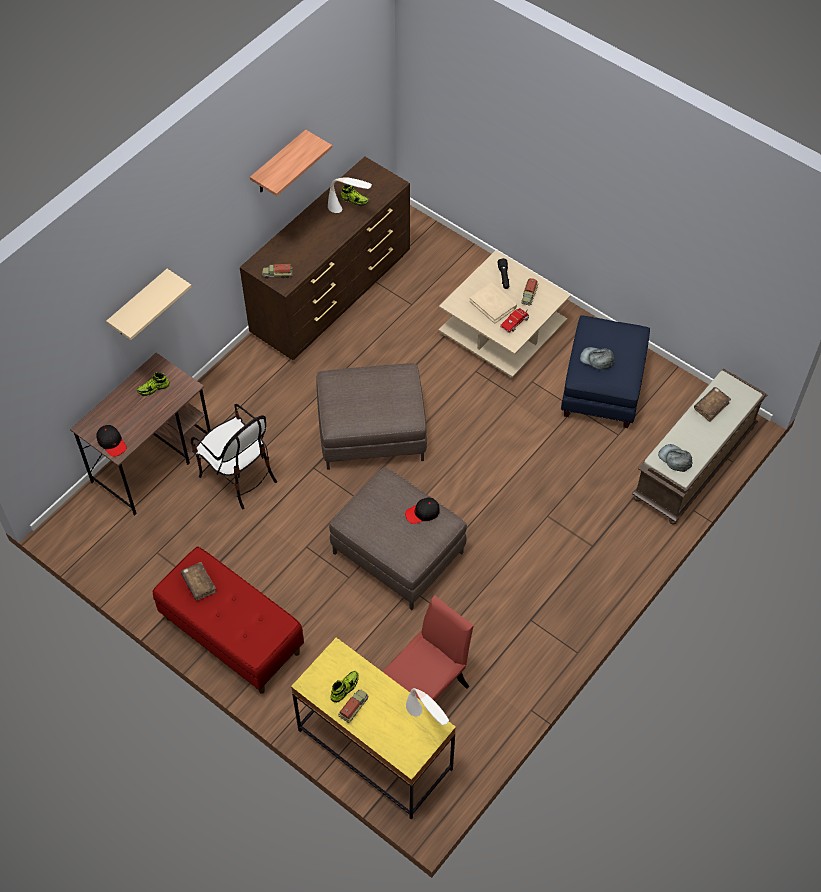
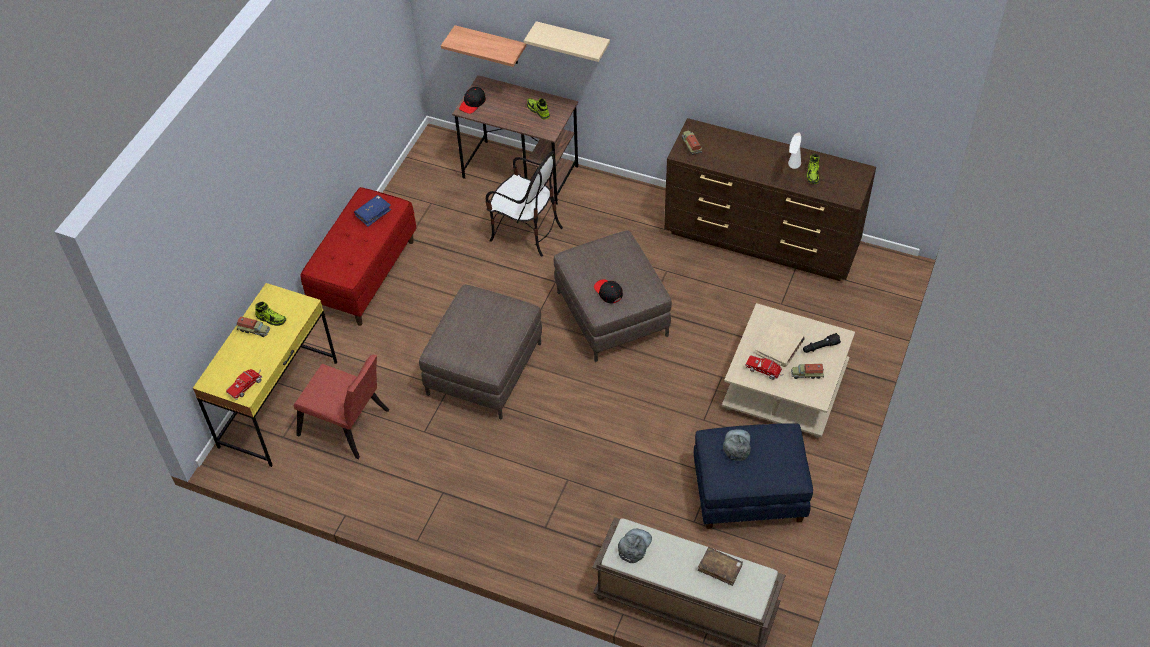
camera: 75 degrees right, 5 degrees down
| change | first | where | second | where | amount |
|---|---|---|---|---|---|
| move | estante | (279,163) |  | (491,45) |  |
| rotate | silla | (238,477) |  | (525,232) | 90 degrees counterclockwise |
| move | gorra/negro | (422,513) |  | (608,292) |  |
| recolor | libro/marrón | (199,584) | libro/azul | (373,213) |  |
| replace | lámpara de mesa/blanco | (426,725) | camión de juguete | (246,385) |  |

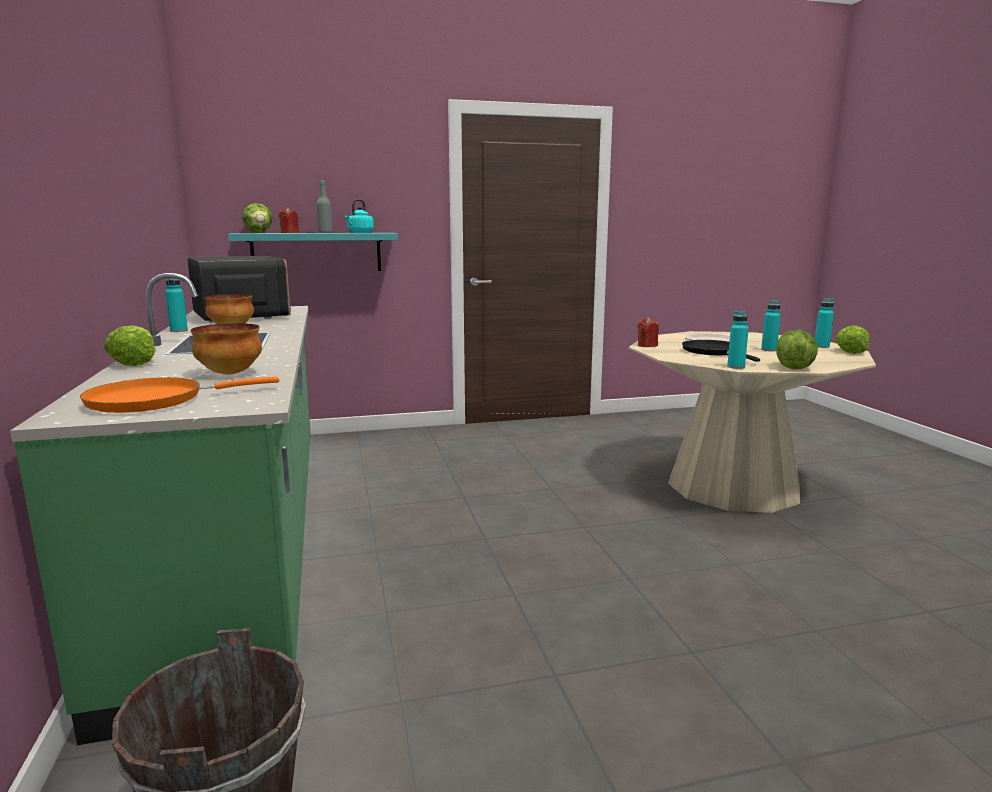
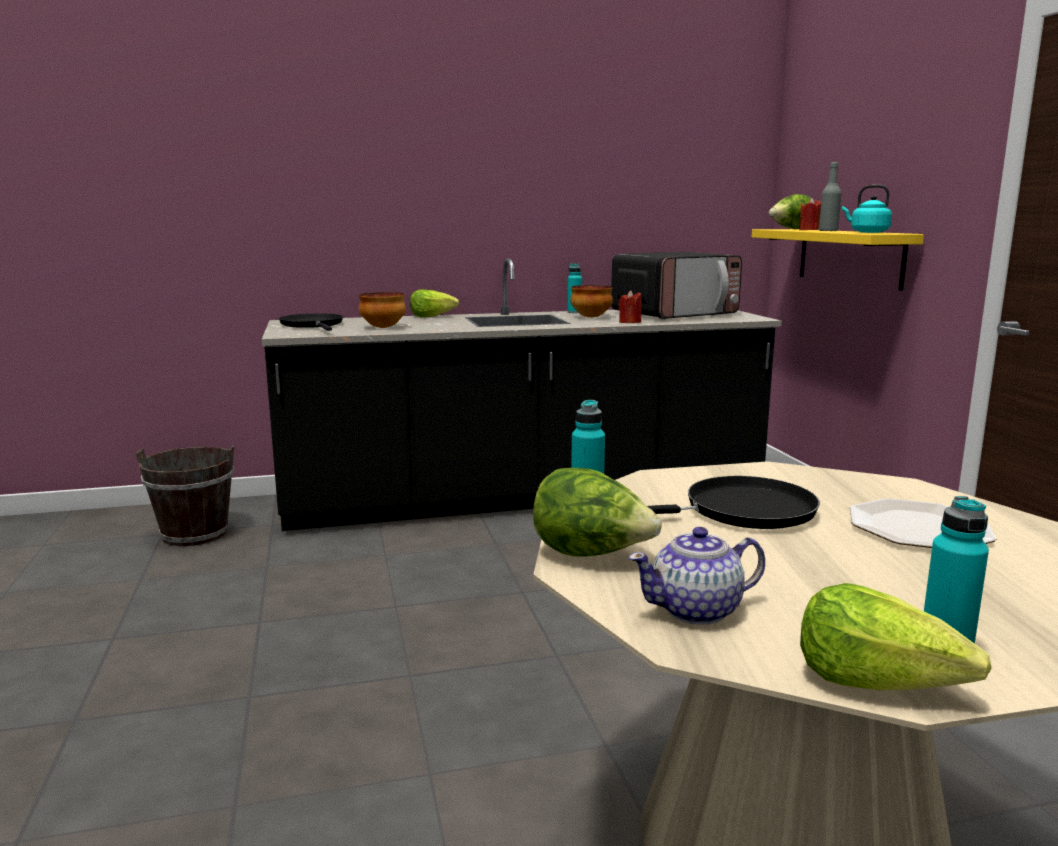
camera: 90 degrees right, 0 degrees up
| change | first | where | second | where | amount |
|---|---|---|---|---|---|
| recolor | estante/turquesa | (316,252) | estante/amarillo | (849,257) |  |
| recolor | mueble bajo de cocina/verde | (244,538) | mueble bajo de cocina/negro | (525,496) |  |
| delete | botella/turquesa | (769,350) |  |  |  |
| move | vela/rojo | (647,345) |  | (629,322) |  |
| recolor | sartén/naranja | (154,400) | sartén/negro | (313,325) |  |
| insert |  |  | tetera | (697,610) |  |

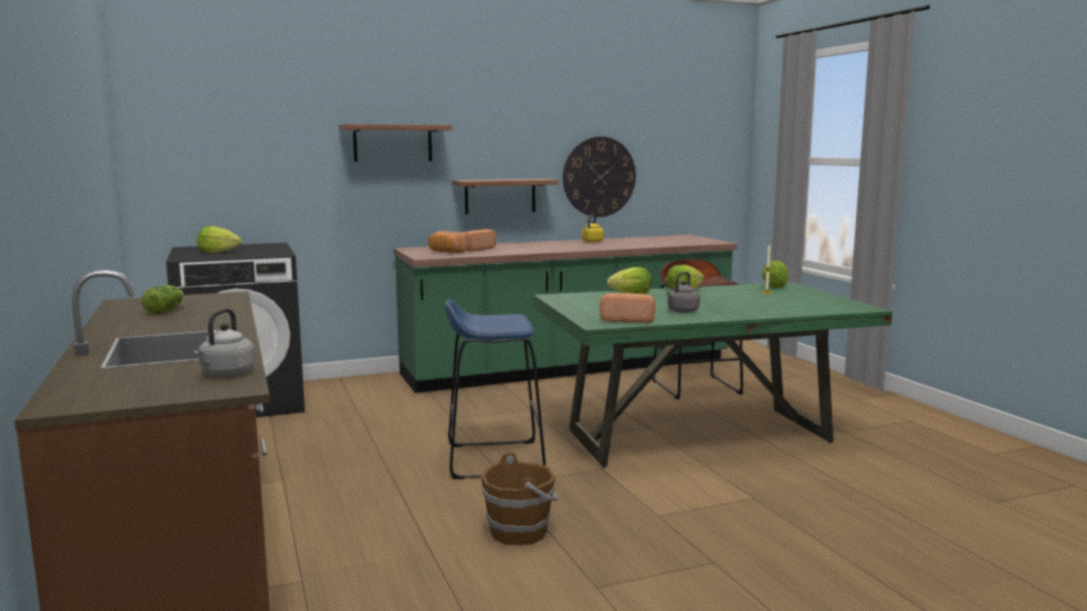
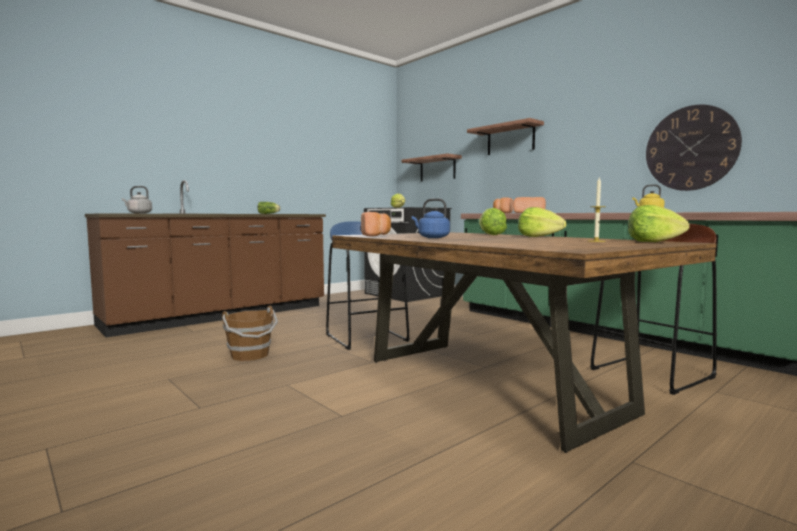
camera: 70 degrees right, 5 degrees down
| change | first | where | second | where | amount |
|---|---|---|---|---|---|
| move | estante | (500,196) |  | (437,169) |  |
| recolor | hervidor/gris | (682,311) | hervidor/azul | (432,237) |  |
| recolor | mesa de comedor/verde | (699,436) | mesa de comedor/marrón | (490,385) |  |

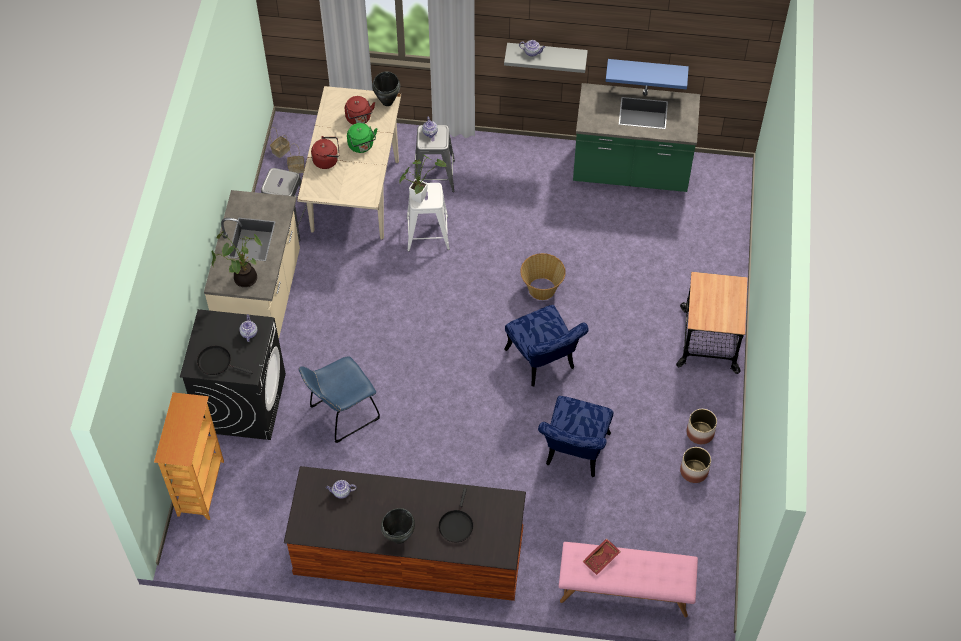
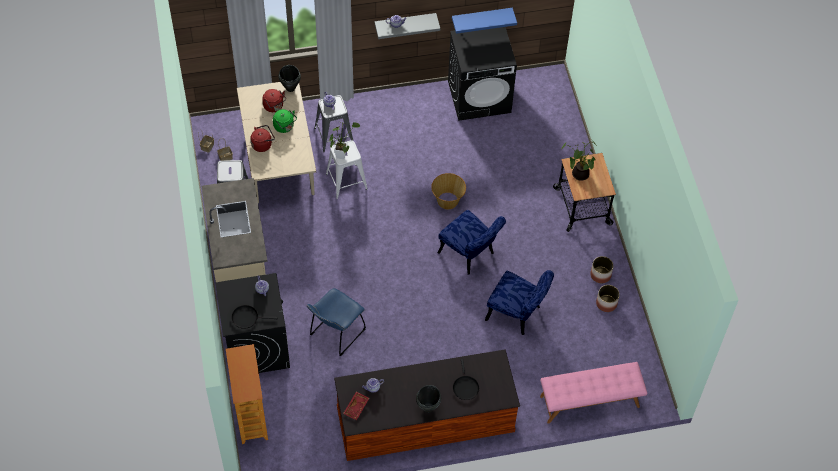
camera: 20 degrees left, 0 degrees up
| change | first | where | second | where | amount |
|---|---|---|---|---|---|
| replace | mueble bajo de cocina/verde | (630,172) | lavadora/negro | (479,96) |  |
| move | planta en maceta | (243,278) |  | (578,174) |  |
| rotate | silla/azul | (574,454) |  | (517,315) | 60 degrees counterclockwise |
| move | bandeja/rojo | (601,559) |  | (356,407) |  |

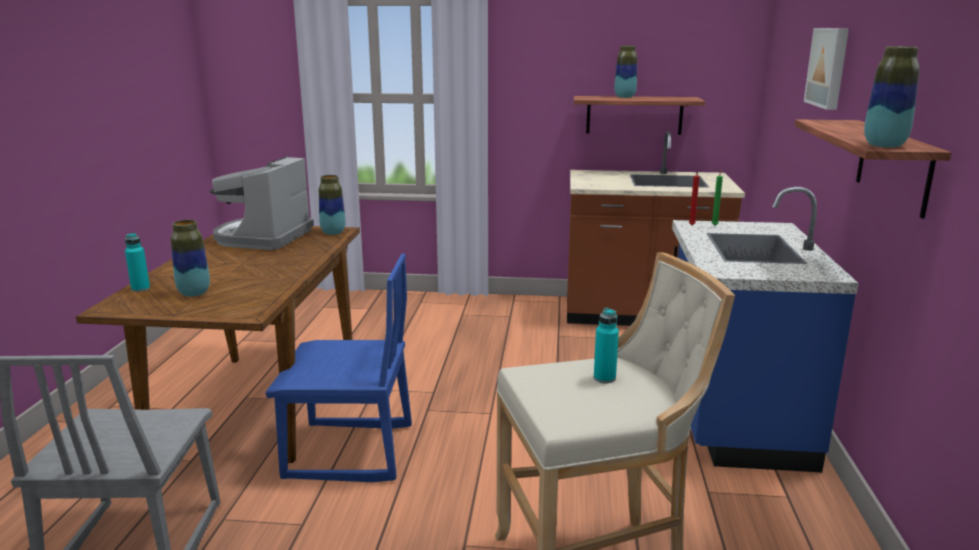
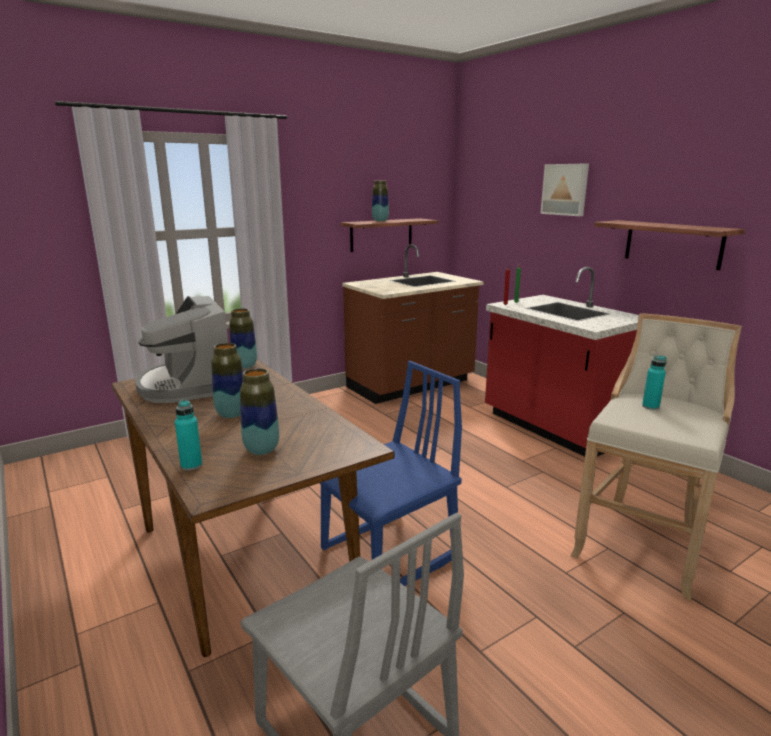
camera: 40 degrees left, 0 degrees up
| change | first | where | second | where | amount |
|---|---|---|---|---|---|
| move | florero | (884,146) |  | (231,414) |  |
| recolor | mueble bajo de cocina/azul | (732,417) | mueble bajo de cocina/rojo | (553,428) |  |

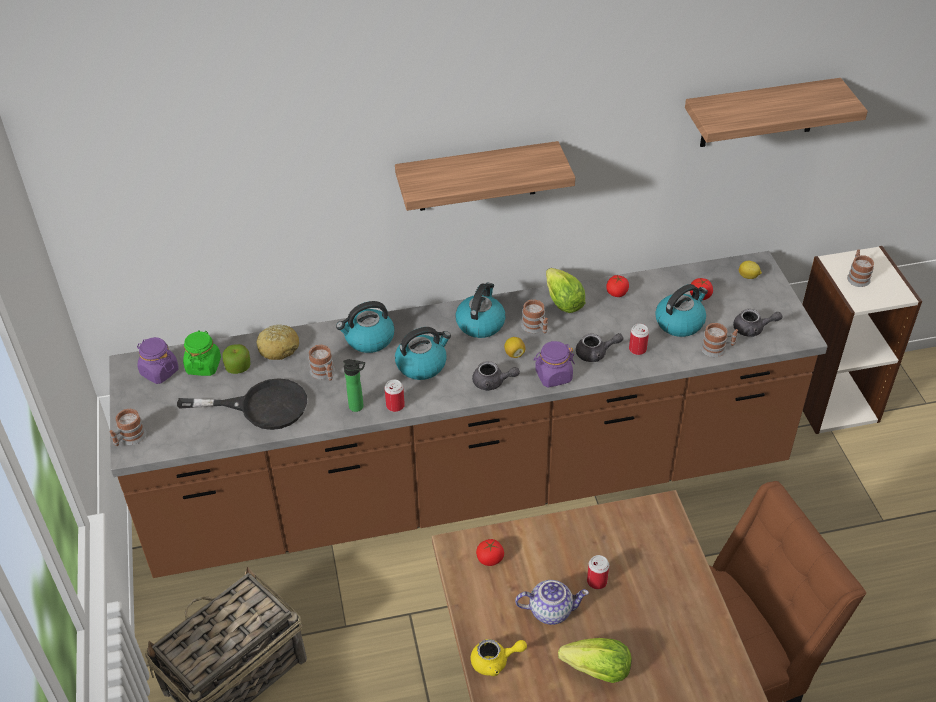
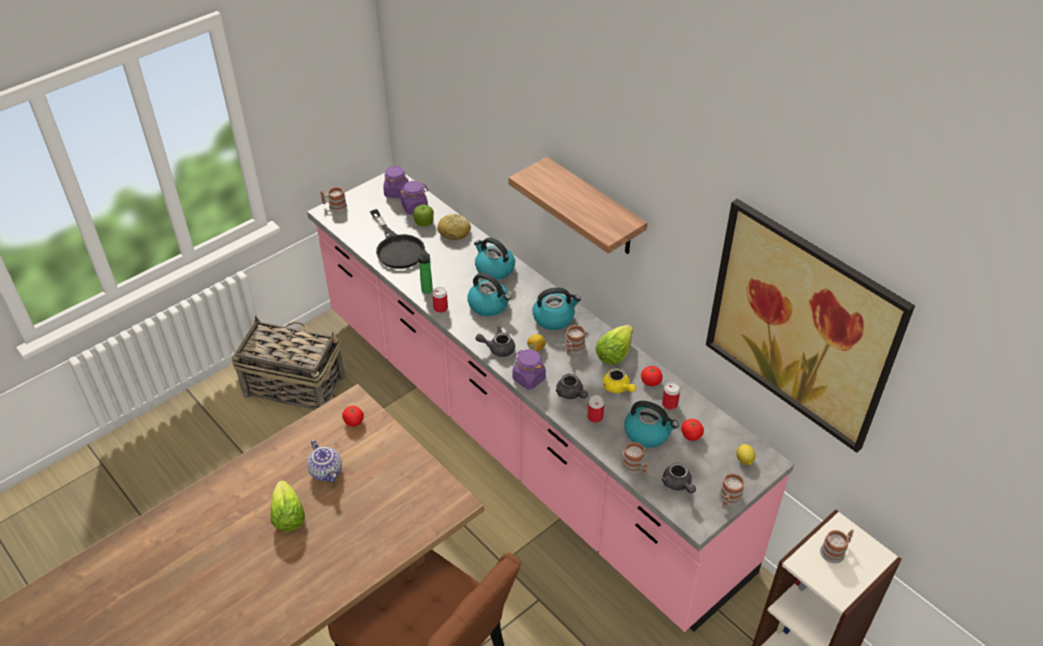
camera: 60 degrees right, 0 degrees up
| change | first | where | second | where | amount |
|---|---|---|---|---|---|
| replace | estante | (759,113) | cuadro | (801,324) |  |
| recolor | mueble bajo de cocina/marrón | (470,485) | mueble bajo de cocina/rosa | (521,435) |  |
| recolor | tarro/verde | (203,365) | tarro/morado | (415,207) |  |
| move | taza grande | (324,373) |  | (728,499) |  |
| rotate | tetera/gris | (493,383) |  | (497,348) | 105 degrees clockwise |
| move | lata | (597,581) |  | (669,404) |  |
| move | tetera/amarillo | (495,661) |  | (617,388) |  |

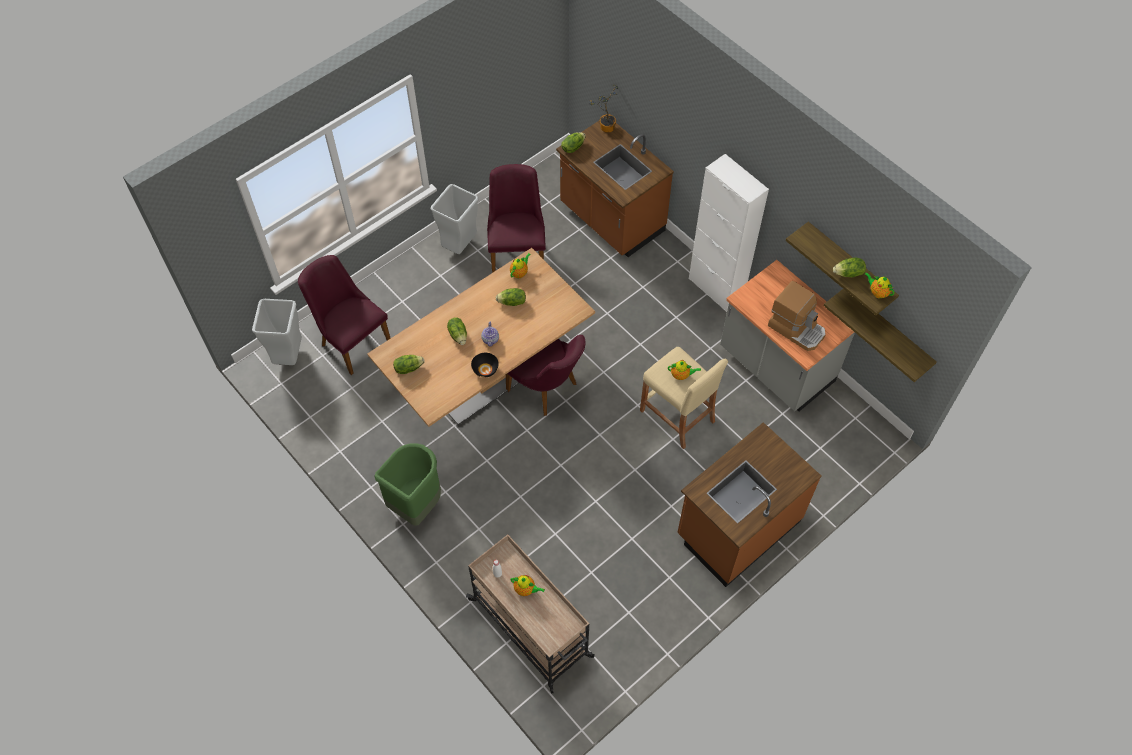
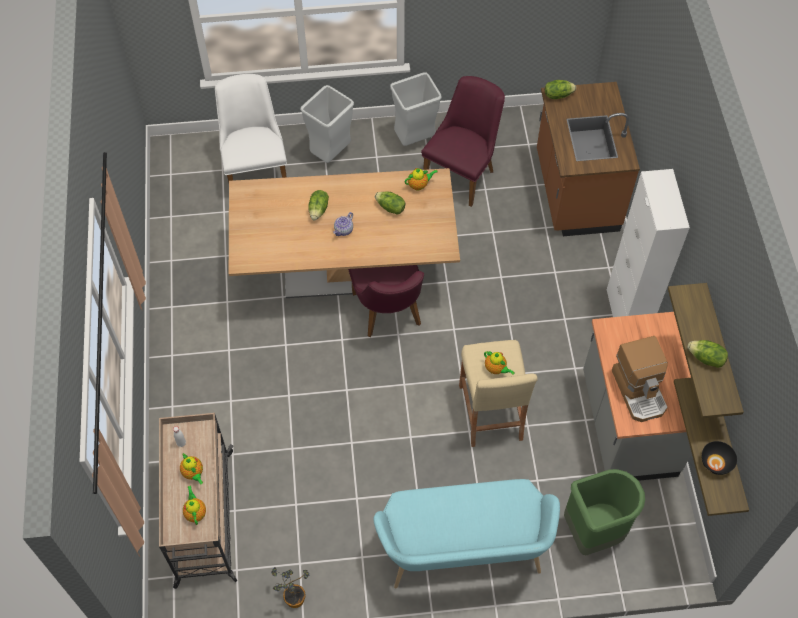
camera: 35 degrees right, 0 degrees up
| change | first | where | second | where | amount |
|---|---|---|---|---|---|
| move | planta en maceta | (605,127) |  | (293,596) |  |
| recolor | silla/morado | (351,340) | silla/blanco | (256,170) |  |
| move | tetera | (877,292) |  | (195,512) |  |
| move | papelera/gris | (289,355) |  | (331,153) |  |
| move | cuenco/negro | (485,369) |  | (716,463) |  |
| delete | lechuga | (408,368) |  |  |  |
| replace | mueble bajo de cocina/marrón | (737,528) | banco/turquesa | (463,554) |  |
| move | papelera/verde | (416,504) |  | (594,531) |  |

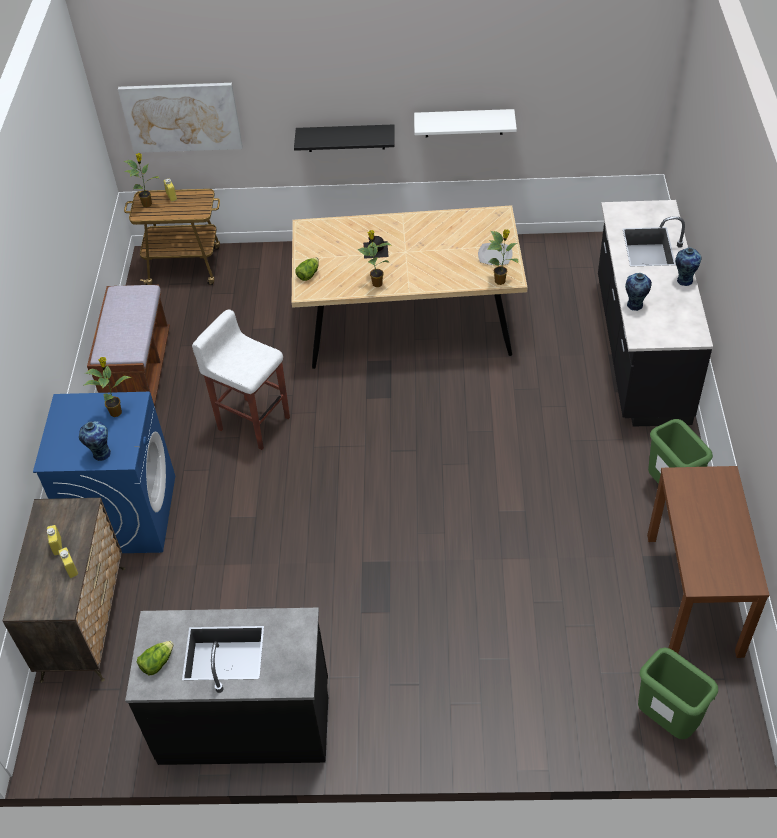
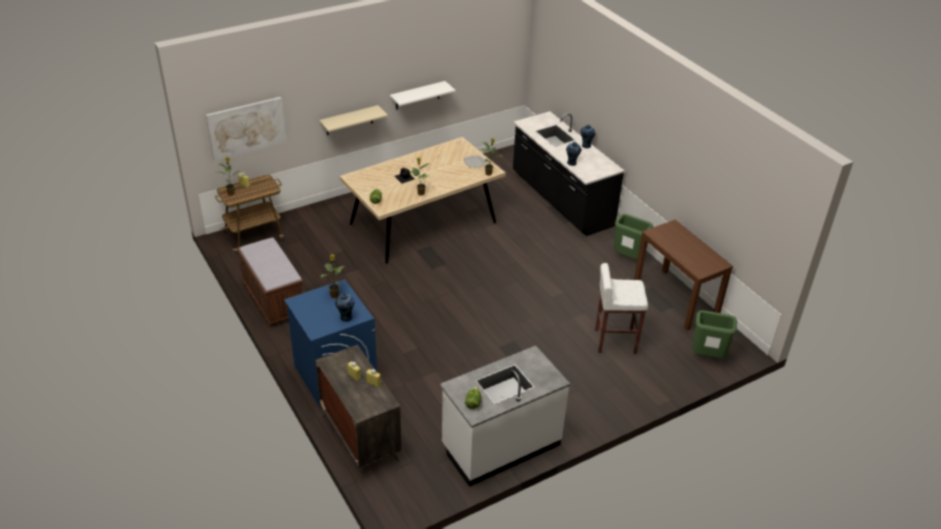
camera: 35 degrees left, 10 degrees down
| change | first | where | second | where | amount |
|---|---|---|---|---|---|
| recolor | estante/negro | (346,138) | estante/beis | (349,120) |  |
| move | taburete/blanco | (253,422) |  | (614,341) |  |
| recolor | mueble bajo de cocina/negro | (245,721) | mueble bajo de cocina/blanco | (500,445) |  |

